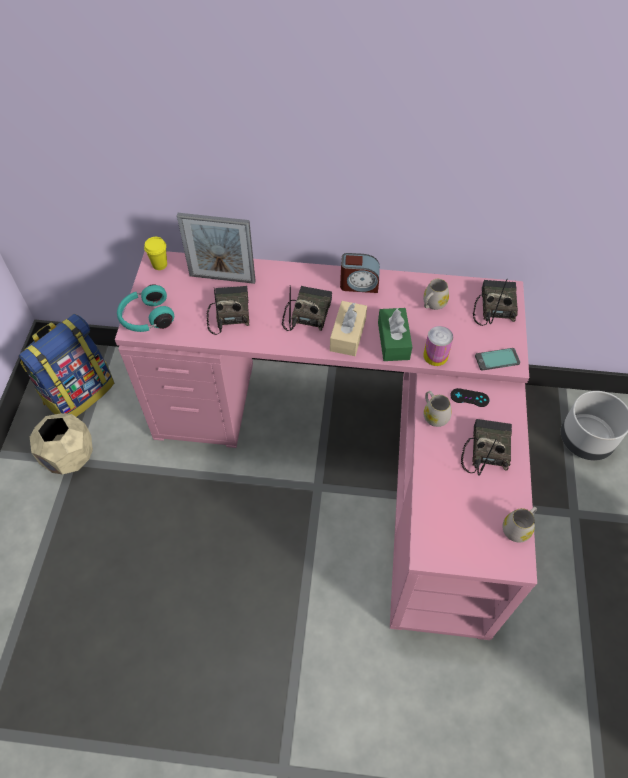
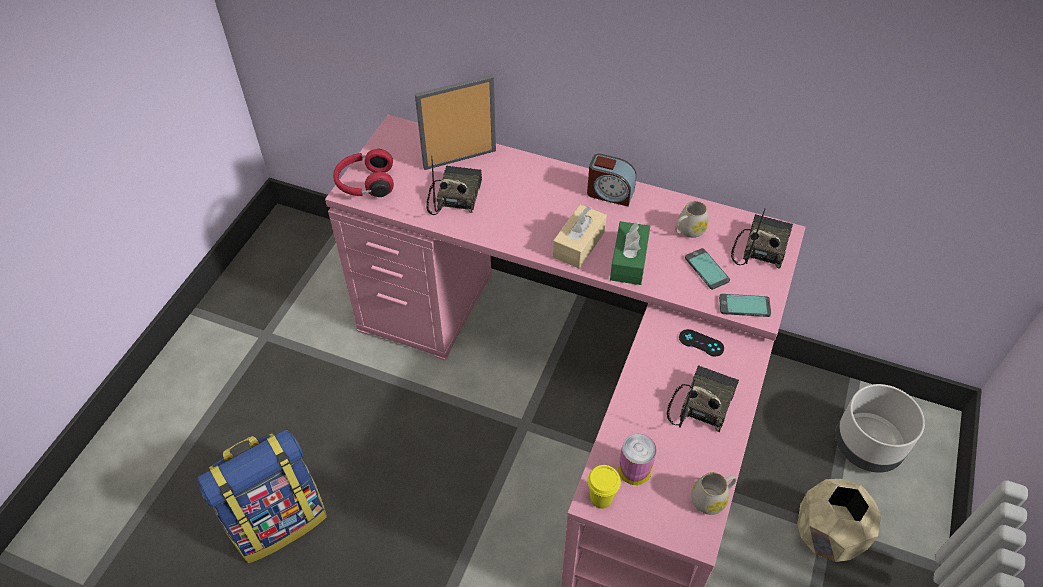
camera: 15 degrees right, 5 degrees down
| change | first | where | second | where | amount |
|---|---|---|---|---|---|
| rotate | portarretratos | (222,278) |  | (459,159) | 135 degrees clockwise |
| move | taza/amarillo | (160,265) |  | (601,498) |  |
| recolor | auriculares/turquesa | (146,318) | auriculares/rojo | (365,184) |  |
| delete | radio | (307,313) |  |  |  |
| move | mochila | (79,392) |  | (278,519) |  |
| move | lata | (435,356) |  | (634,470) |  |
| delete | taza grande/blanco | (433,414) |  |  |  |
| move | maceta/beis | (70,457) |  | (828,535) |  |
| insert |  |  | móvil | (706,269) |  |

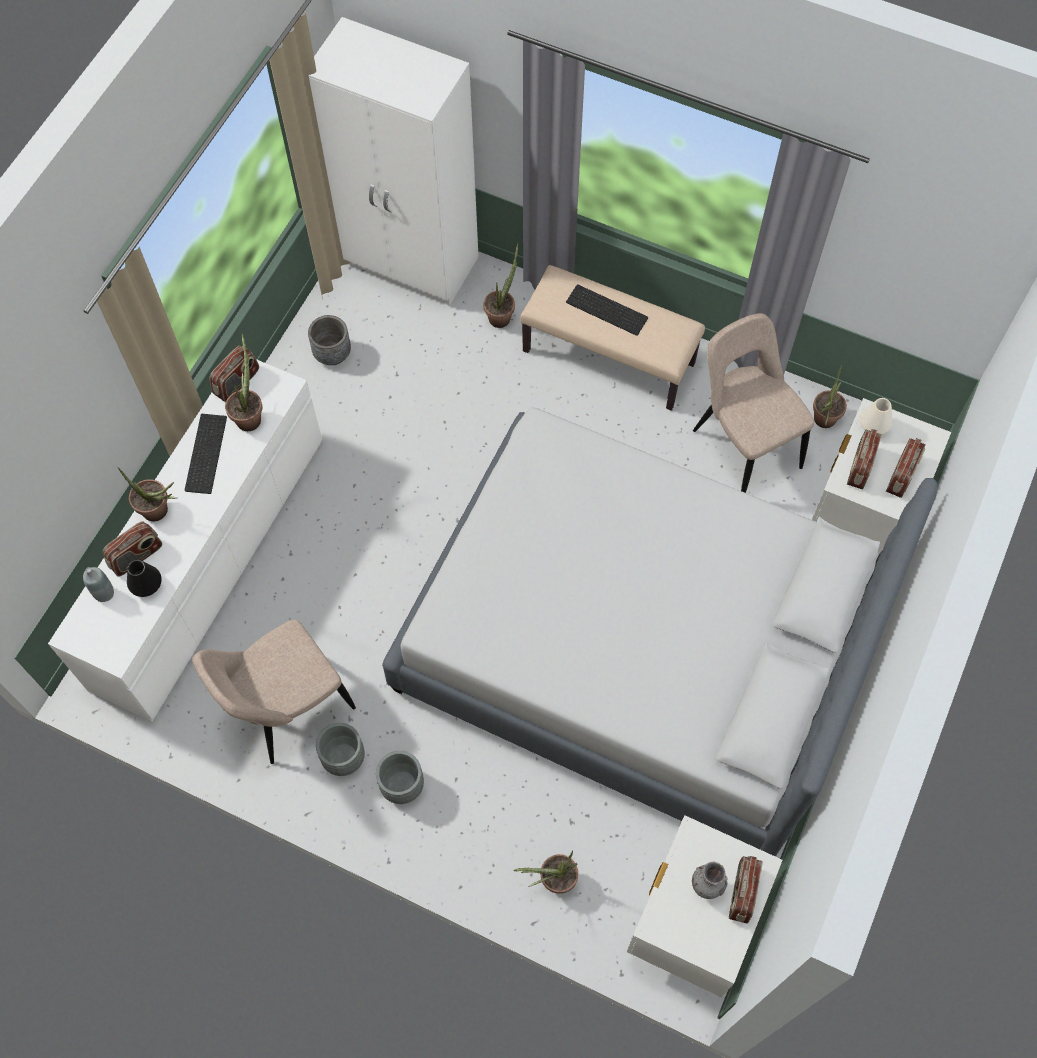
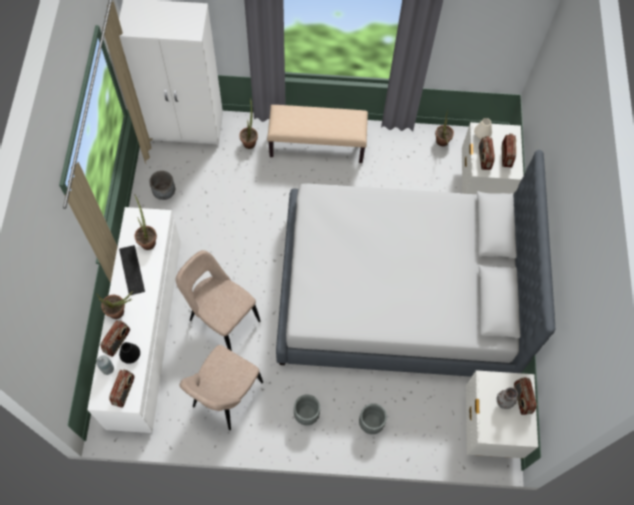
camera: 25 degrees left, 0 degrees up
| change | first | where | second | where | amount |
|---|---|---|---|---|---|
| delete | teclado | (608,309) |  |  |  |
| move | silla/beis | (743,445) |  | (222,319) |  |
| move | radio | (237,383) |  | (124,391) |  |
| move | maceta/gris | (343,758) |  | (371,423) |  |
| delete | planta en maceta | (552,881) |  |  |  |

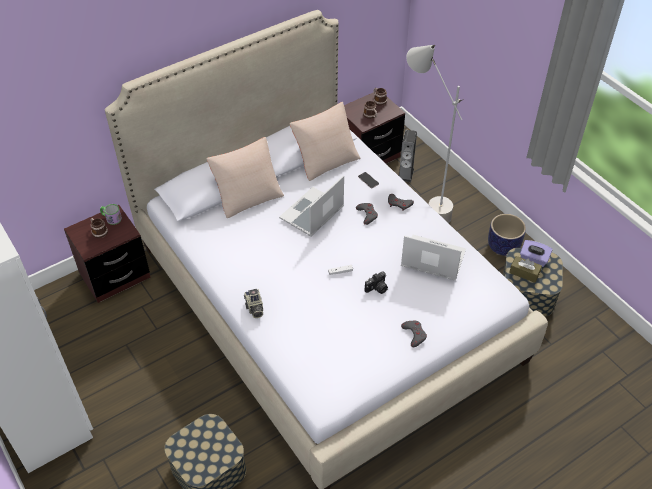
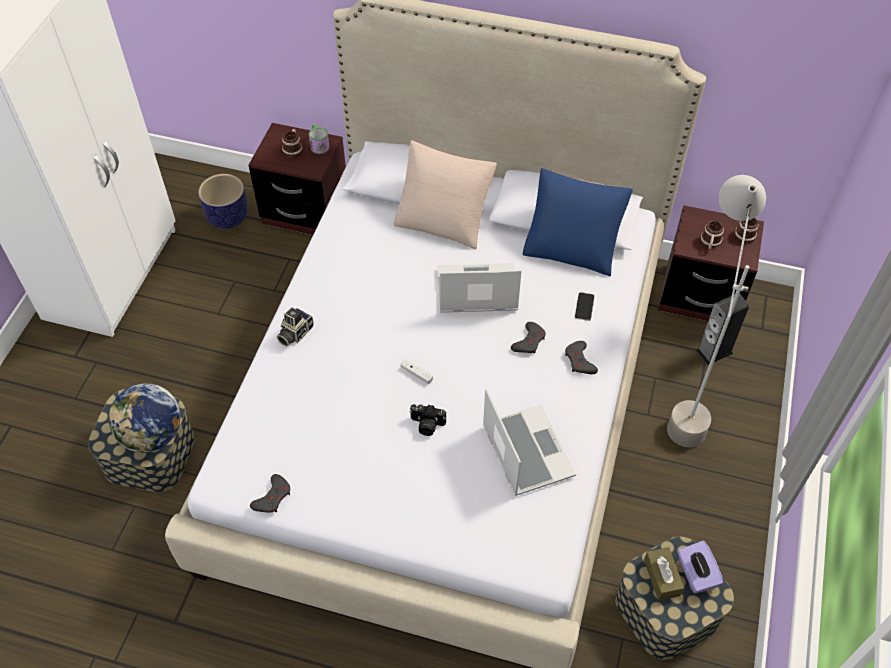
camera: 50 degrees right, 5 degrees up
| change | first | where | second | where | amount |
|---|---|---|---|---|---|
| recolor | cojín/beis | (325,159) | cojín/azul | (572,247) |  |
| move | maceta | (503,246) |  | (228,217) |  |
| move | mando de consola/gris | (414,334) |  | (272,497) |  |
| insert |  |  | globo terráqueo | (153,435) |  |

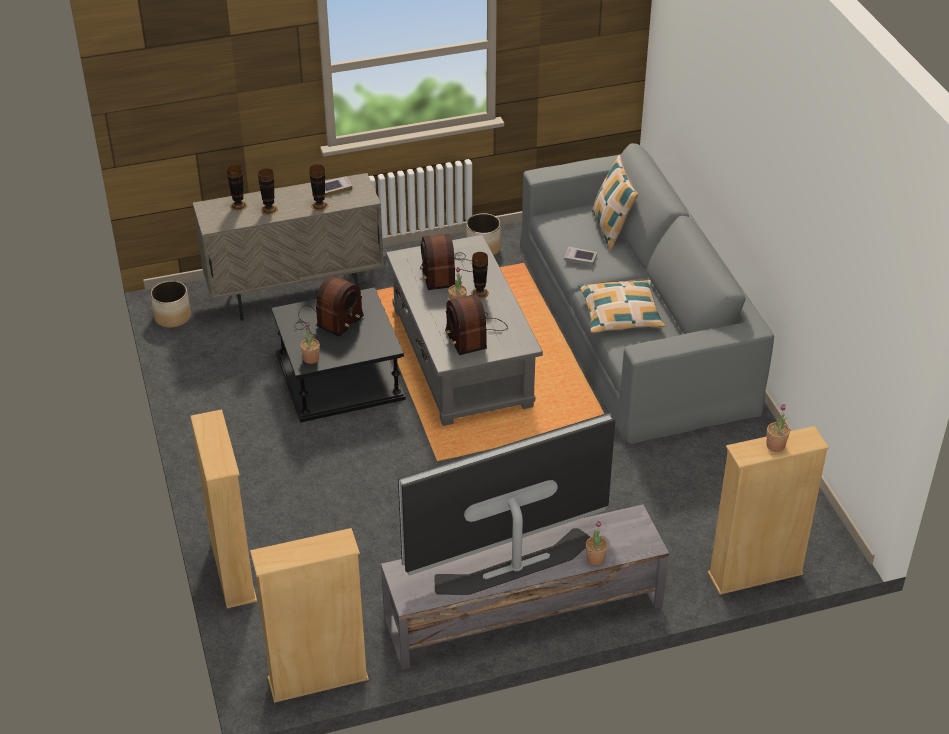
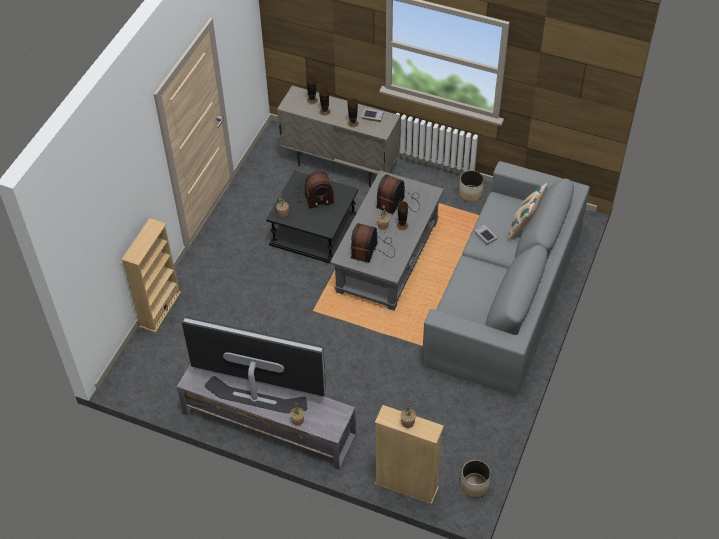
camera: 40 degrees right, 10 degrees up
| change | first | where | second | where | amount |
|---|---|---|---|---|---|
| delete | cojín | (620,314) |  |  |  |
| move | maceta | (172,317) |  | (474,485) |  |
| delete | estantería/beis | (318,679) |  |  |  |

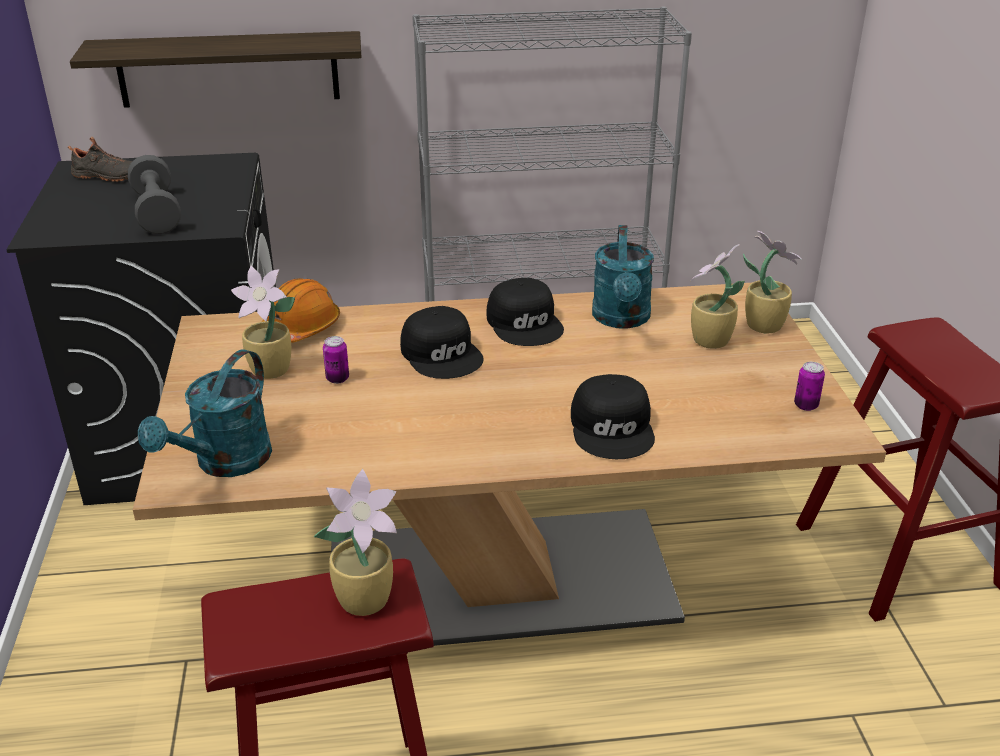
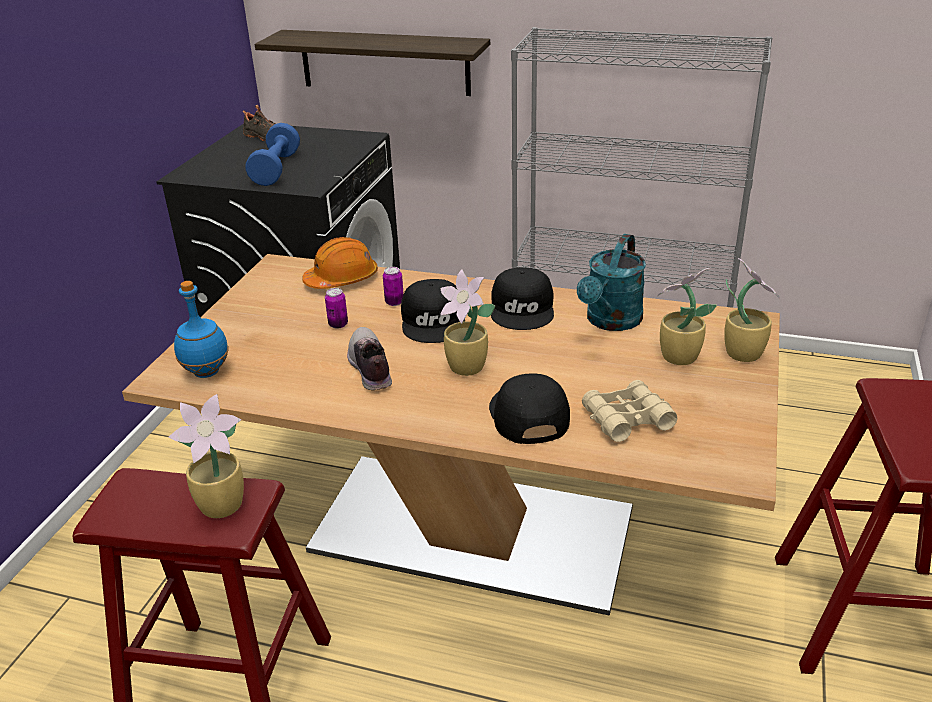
camera: 25 degrees right, 0 degrees up
| change | first | where | second | where | amount |
|---|---|---|---|---|---|
| recolor | mancuerna/gris | (157,212) | mancuerna/azul | (276,169) |  |
| move | planta en maceta | (272,371) |  | (467,368) |  |
| replace | regadera/turquesa | (225,463) | botella/azul | (207,372) |  |
| move | lata | (806,405) |  | (394,302) |  |
| rotate | gorra/negro | (613,428) |  | (527,415) | 150 degrees clockwise |
| insert |  |  | zapato | (369,368) |  |
| insert |  |  | prismáticos/beis | (627,419) |  |

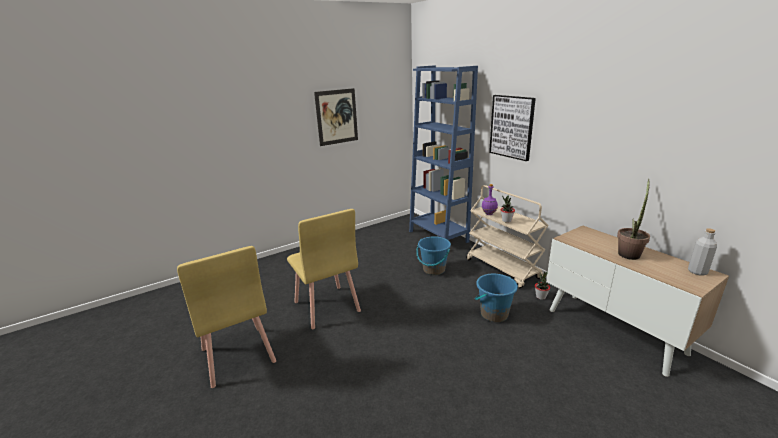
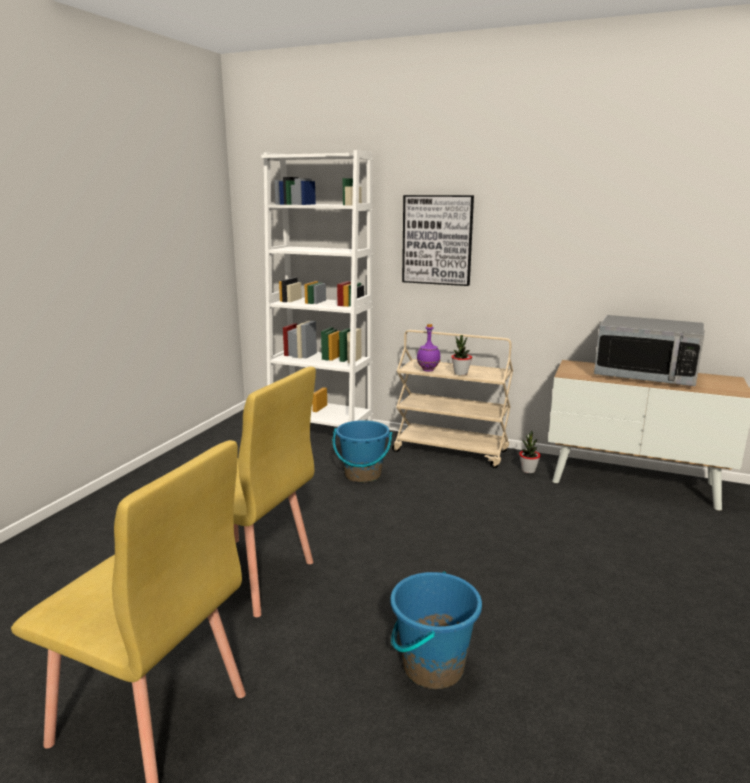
camera: 35 degrees left, 5 degrees down
| change | first | where | second | where | amount |
|---|---|---|---|---|---|
| recolor | estantería/azul | (438,236) | estantería/blanco | (321,432) |  |
| delete | cuadro | (337,117) |  |  |  |
| replace | planta en maceta | (629,253) | microondas | (645,375) |  |
| delete | botella/gris | (697,272) |  |  |  |
| move | cubo/azul | (494,314) |  | (432,667) |  |

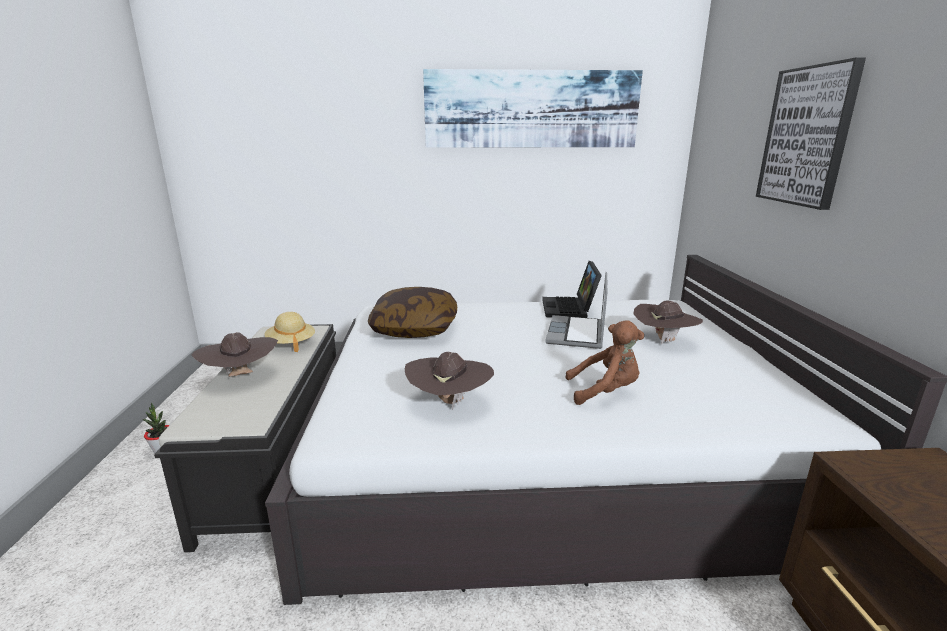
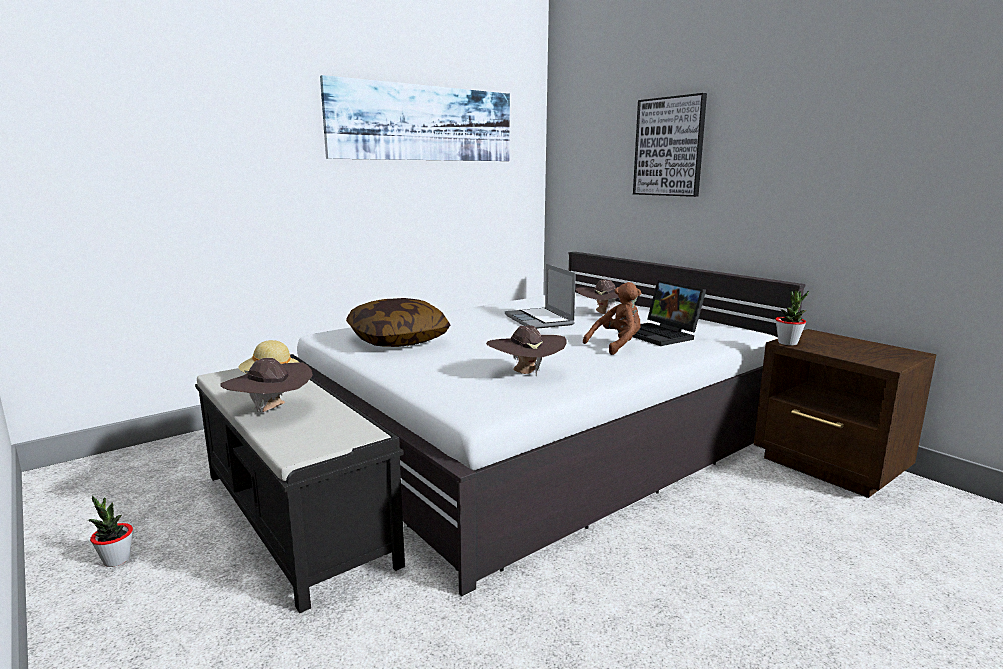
camera: 35 degrees left, 5 degrees down
| change | first | where | second | where | amount |
|---|---|---|---|---|---|
| move | portátil | (570,309) |  | (661,335) |  |
| insert |  |  | planta en maceta | (788,343) |  |

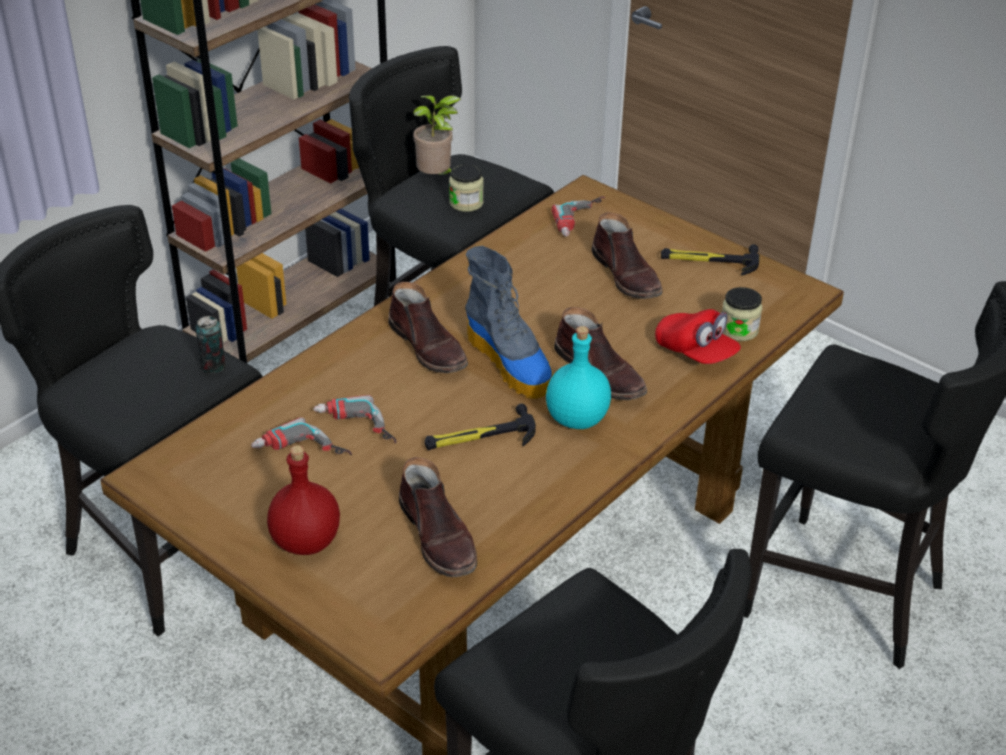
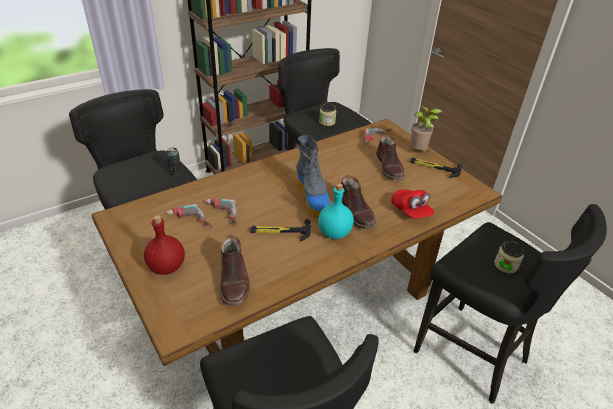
camera: 15 degrees right, 0 degrees up
| change | first | where | second | where | amount |
|---|---|---|---|---|---|
| move | planta en maceta | (436,178) |  | (418,151) |  |
| delete | bota/marrón | (429,347) |  |  |  |
| move | tarro | (739,330) |  | (506,265) |  |

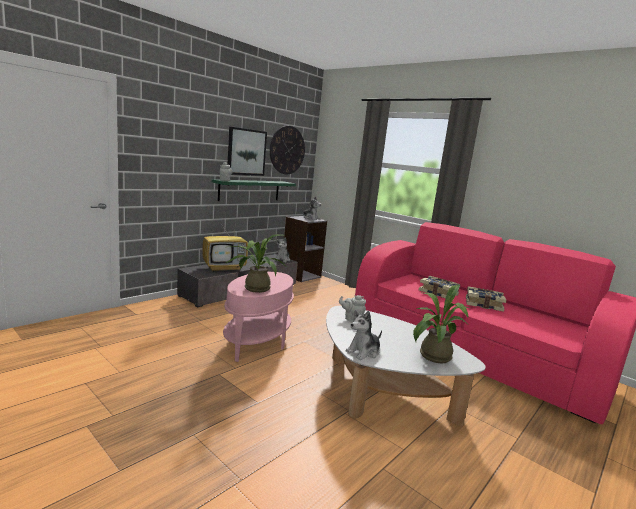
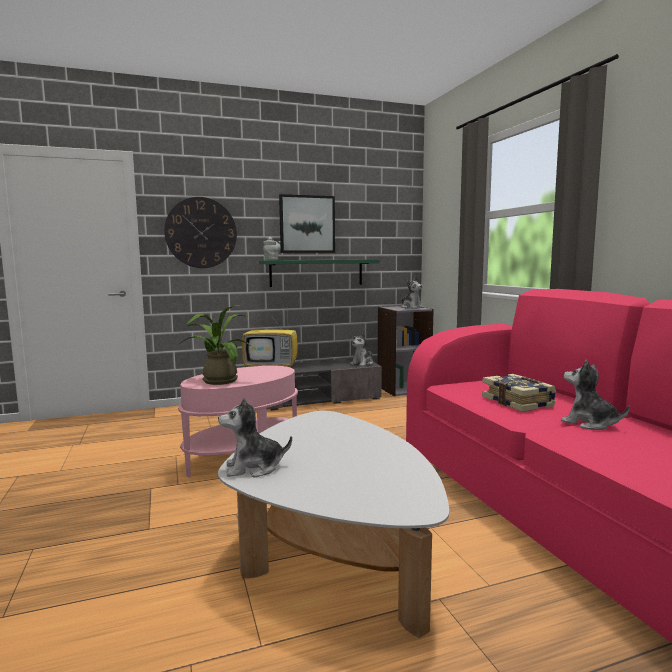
camera: 30 degrees right, 5 degrees down
| change | first | where | second | where | amount |
|---|---|---|---|---|---|
| move | reloj de pared | (287,150) |  | (201,233) |  |
| delete | planta en maceta | (432,357) |  |  |  |
| replace | libro | (483,304) | peluche | (589,423) |  |
| delete | tetera/gris | (351,318) |  |  |  |

